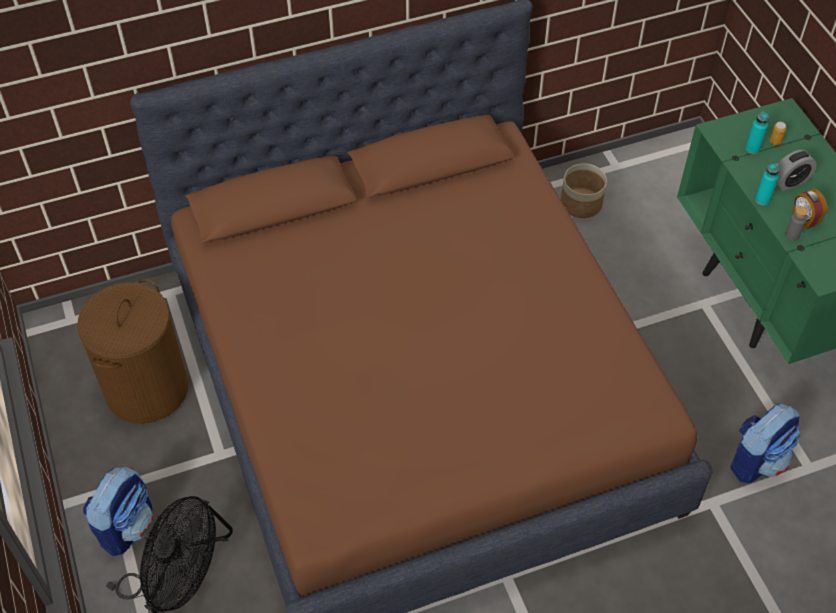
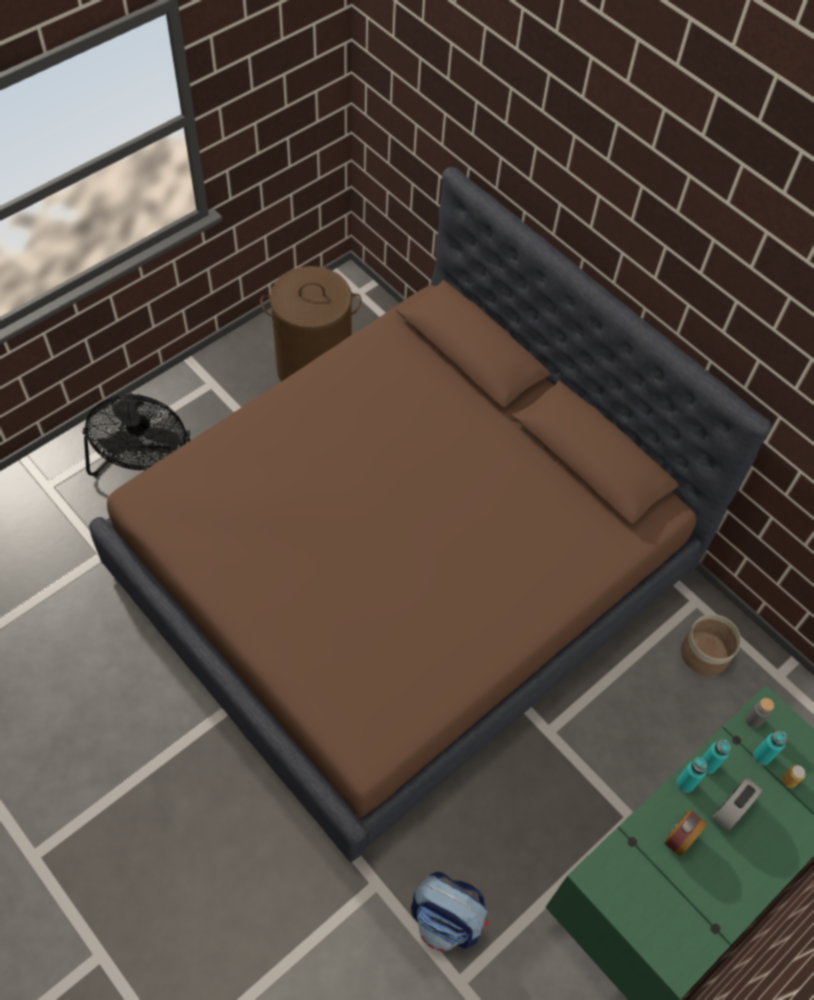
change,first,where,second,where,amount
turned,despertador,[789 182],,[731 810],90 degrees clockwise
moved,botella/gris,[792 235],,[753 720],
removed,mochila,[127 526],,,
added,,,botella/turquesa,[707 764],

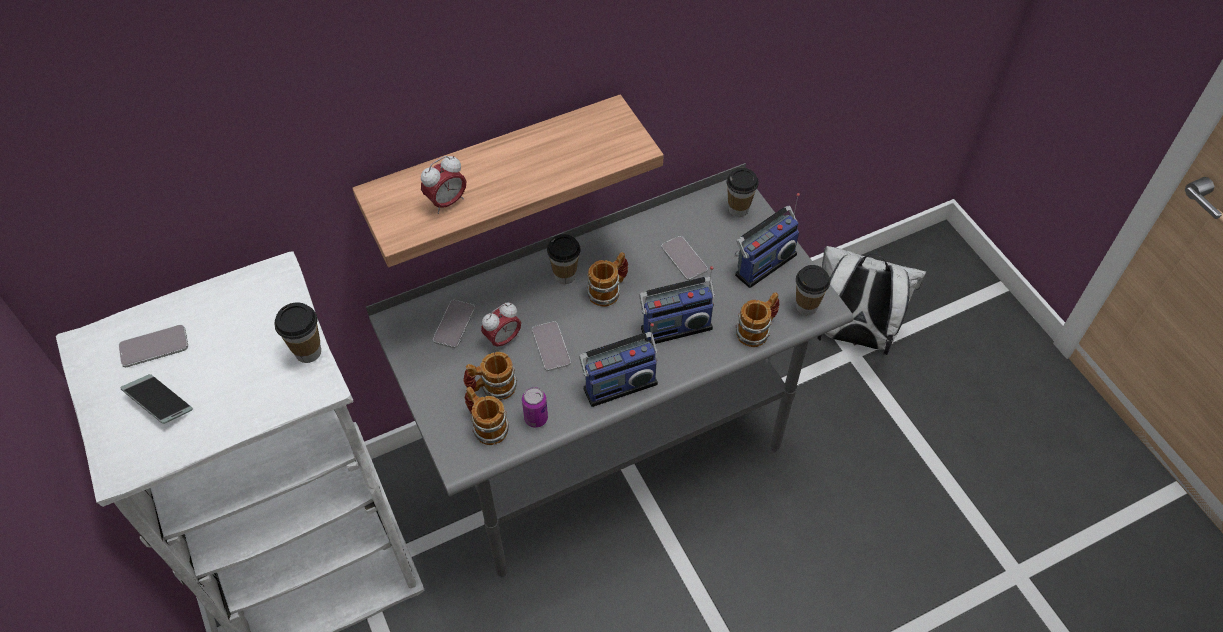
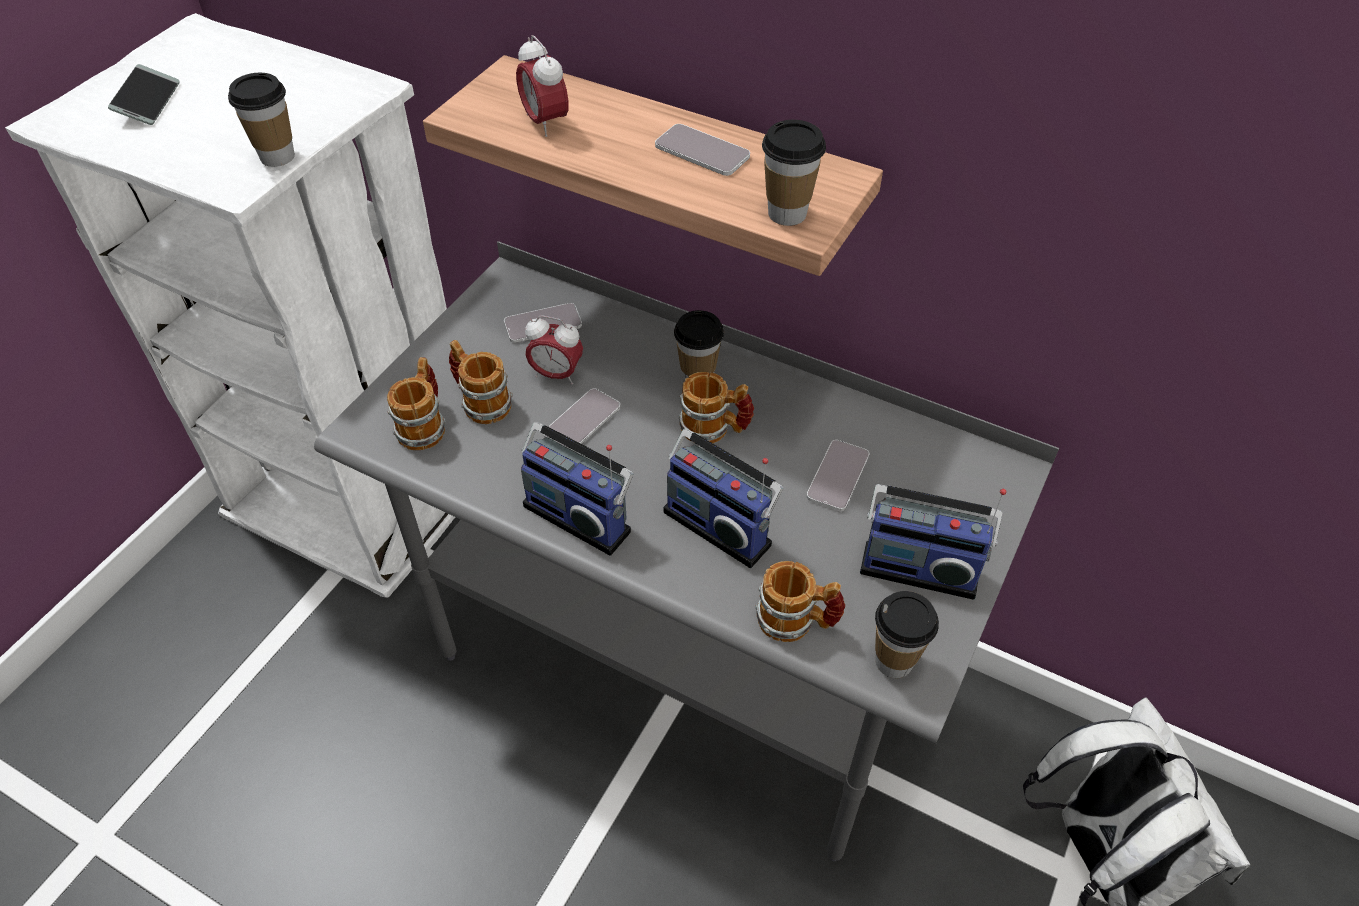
change,first,where,second,where,amount
turned,despertador,[447 202],,[545 123],45 degrees clockwise
moved,taza,[738 209],,[787 213],
moved,móvil,[154 347],,[702 151],
removed,lata,[536 418],,,

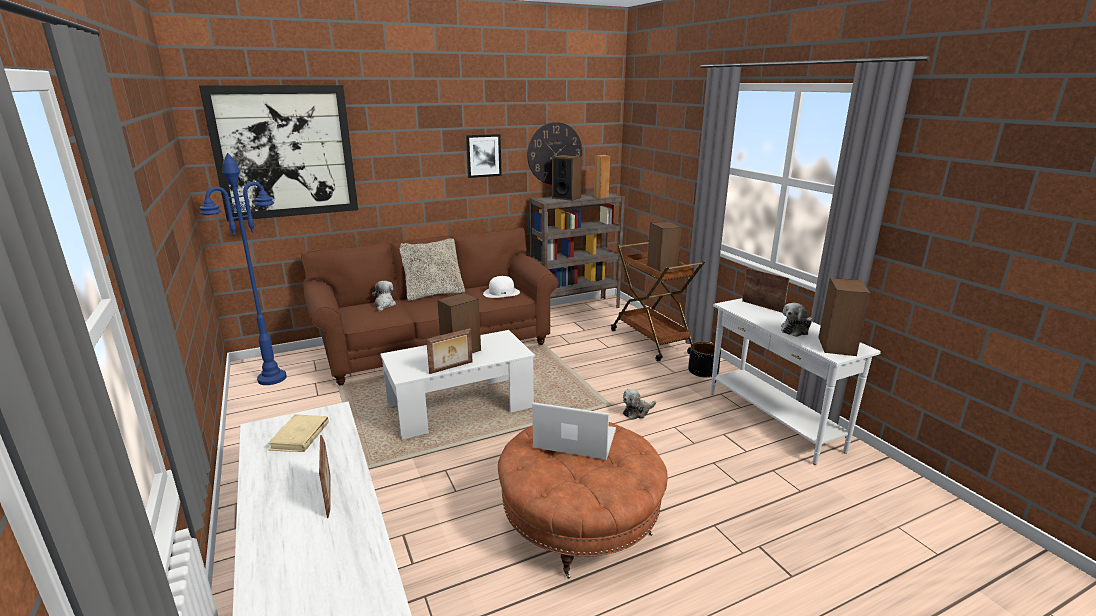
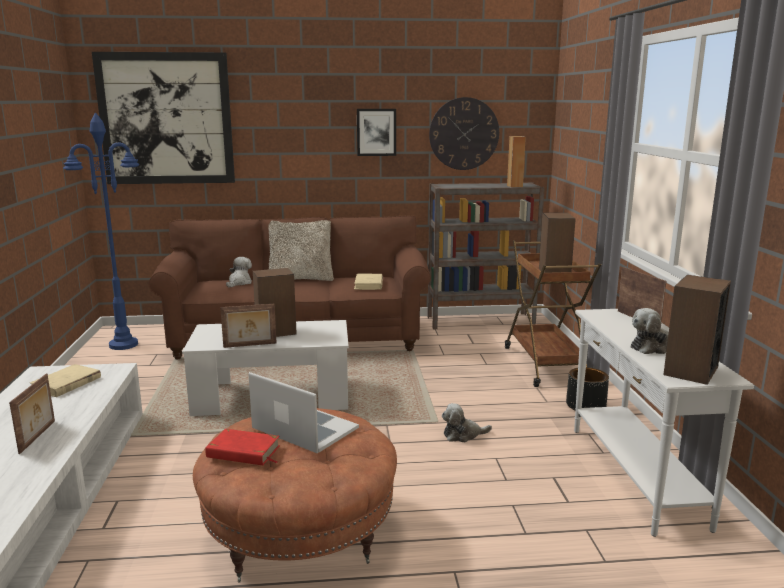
change,first,where,second,where,amount
removed,altavoz,[566 198],,,
replaced,sombrero/blanco,[501 293],libro/beis,[368 284],
added,,,libro/rojo,[243 452],

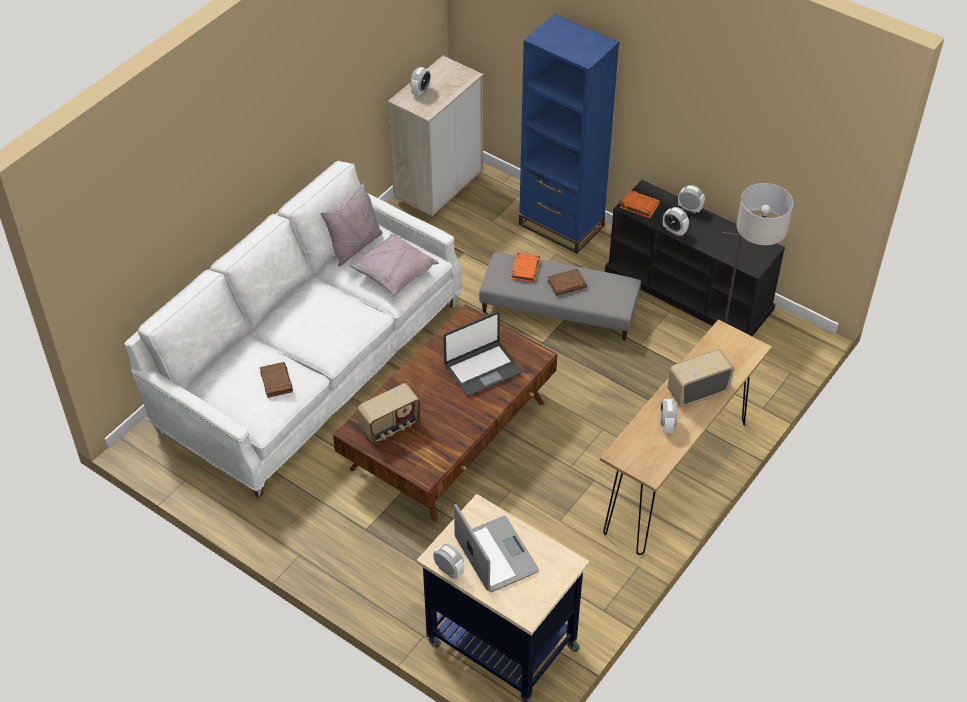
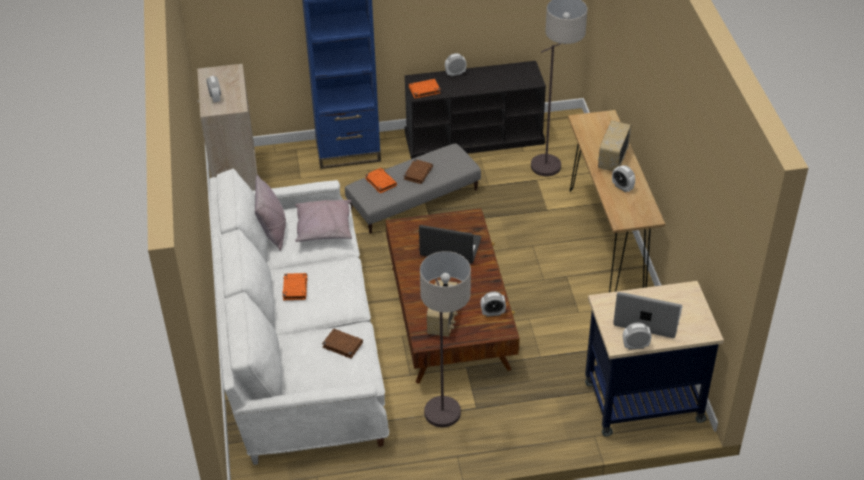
change,first,where,second,where,amount
moved,despertador,[674 231],,[493 313],
turned,portátil,[482 369],,[450 248],90 degrees counterclockwise
added,,,lámpara de pie/gris,[445 421],
added,,,libro/naranja,[295 288],

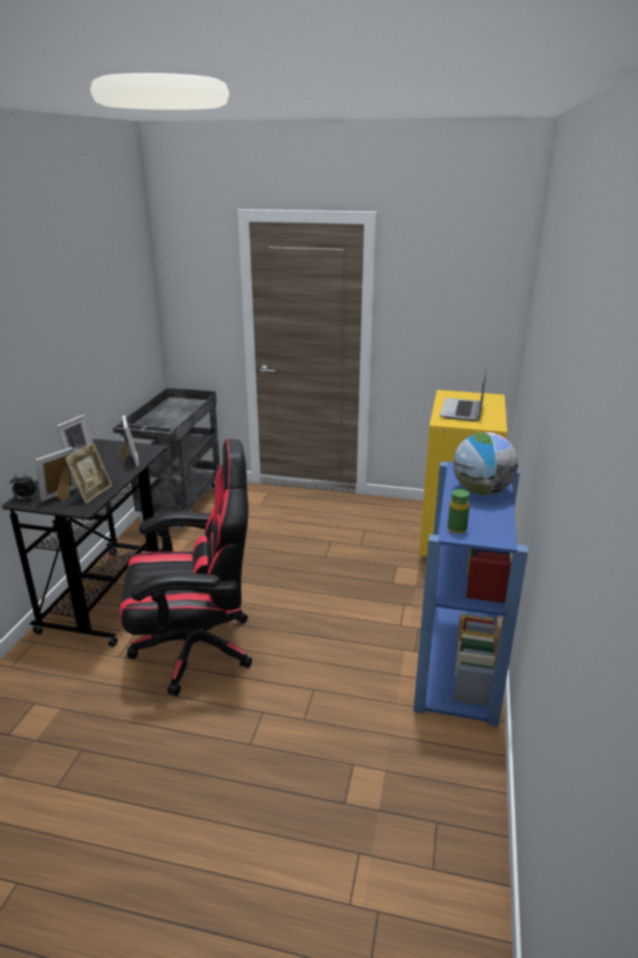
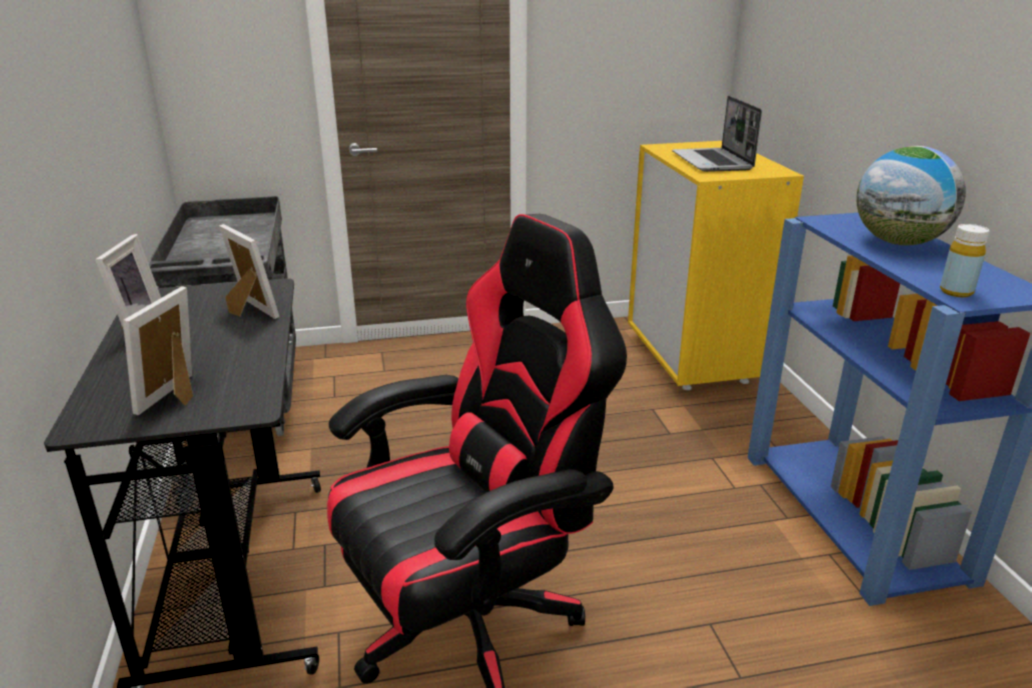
change,first,where,second,where,amount
removed,portarretratos,[93 493],,,
removed,despertador,[25 498],,,
recoloured,botella/verde,[457 529],botella/amarillo,[956 292],

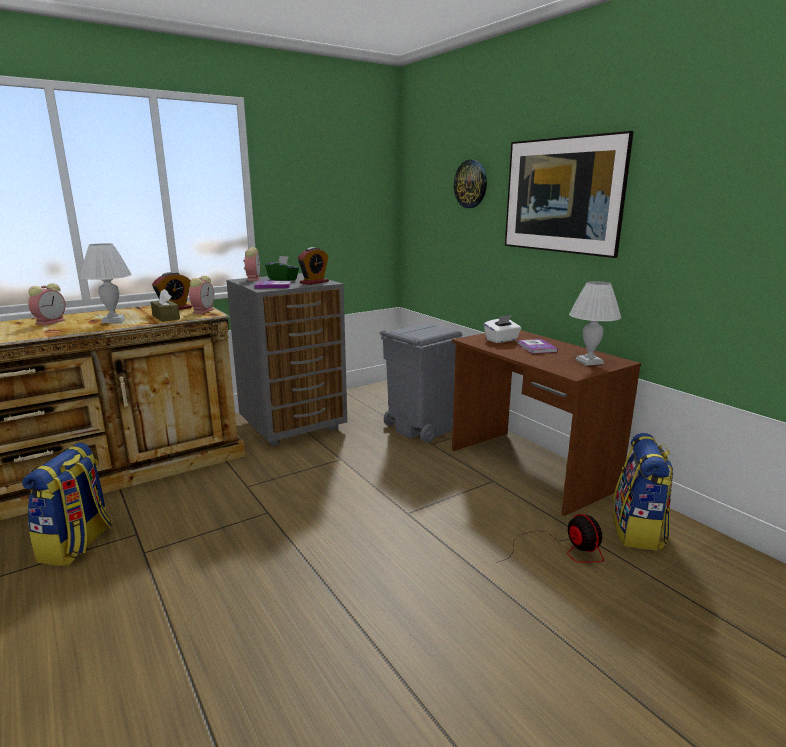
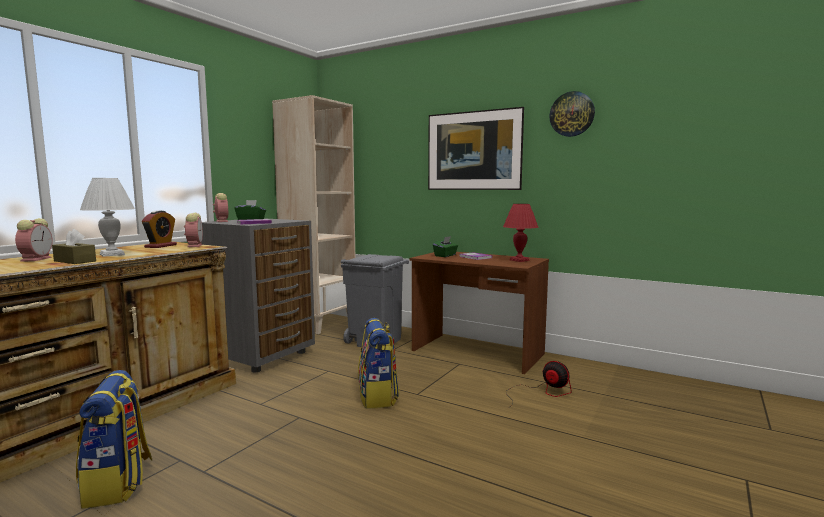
change,first,where,second,where,amount
moved,reloj de pared,[471 184],,[572 114],
removed,despertador,[314 282],,,
recoloured,lámpara de mesa/blanco,[589 362],lámpara de mesa/rojo,[519 260],
moved,caja de pañuelos/marrón,[166 317],,[75 261],
recoloured,caja de pañuelos/blanco,[501 340],caja de pañuelos/verde,[445 255],
moved,mochila,[638 531],,[378 397],
added,,,estantería/beis,[320 323],

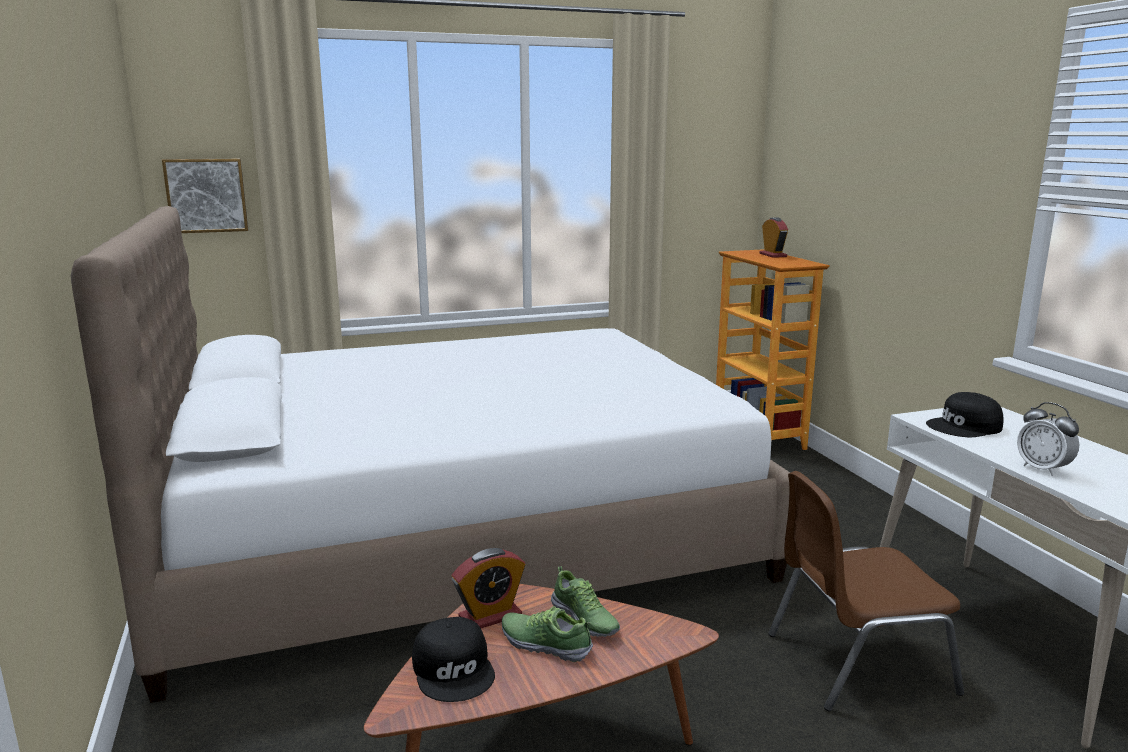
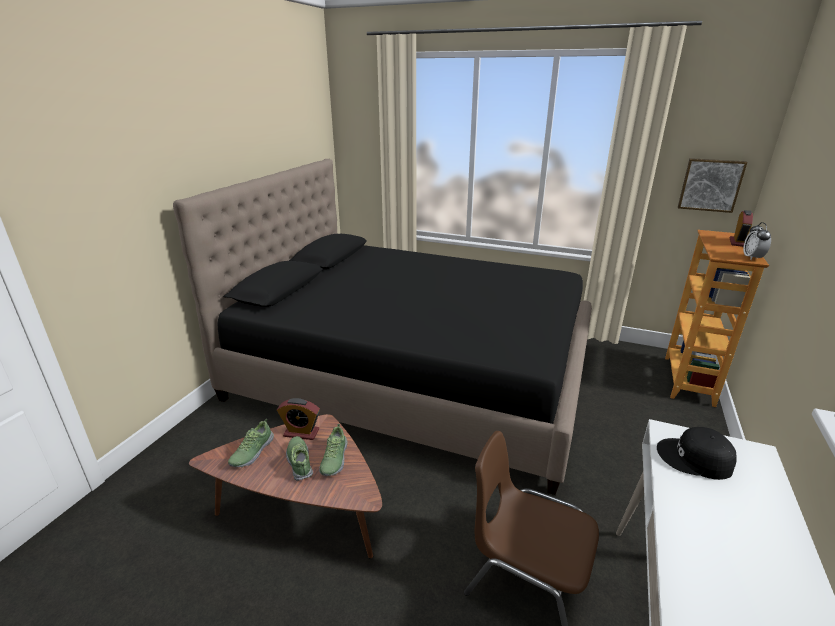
change,first,where,second,where,amount
moved,cuadro,[206 195],,[710 185],
recoloured,cama/blanco,[457 534],cama/negro,[413 374],
moved,despertador,[1043 469],,[752 258],
replaced,gorra/negro,[454 669],zapato,[252 452],

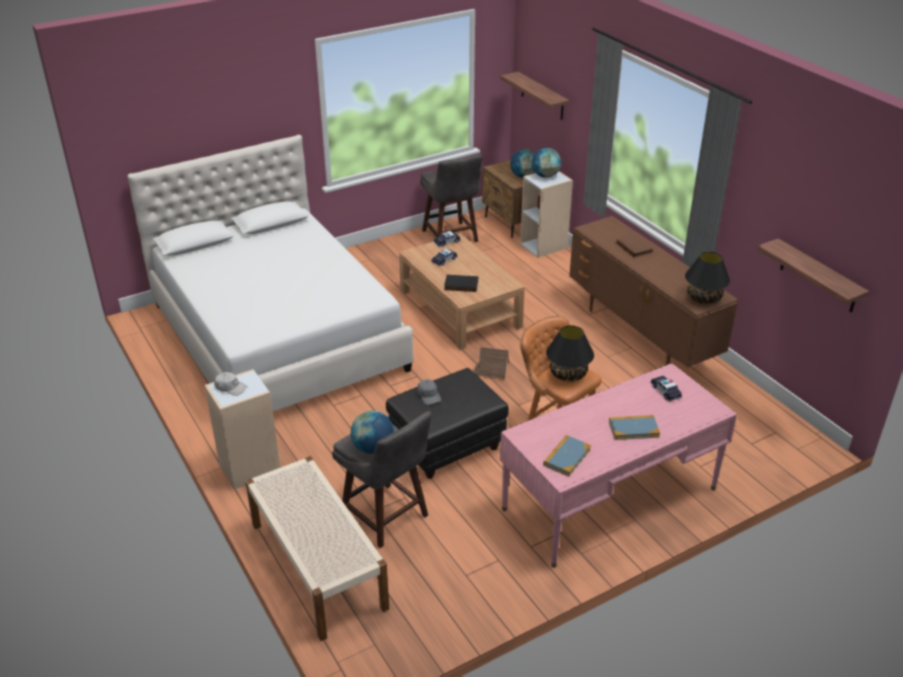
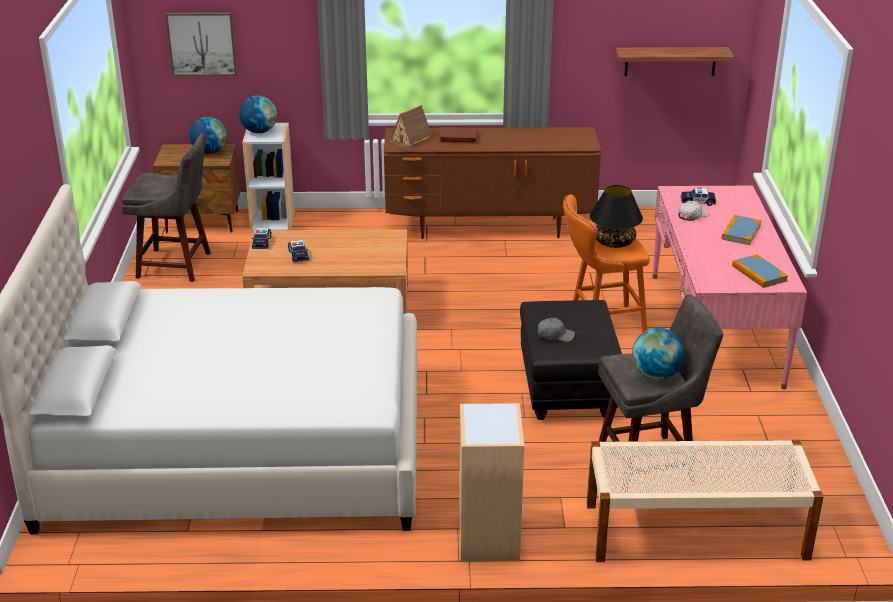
change,first,where,second,where,amount
replaced,estante,[542 96],cuadro,[202 43],
removed,lámpara de mesa/negro,[704 298],,,
removed,libro/negro,[461 286],,,
moved,casita,[491 370],,[409 139],
moved,gorra/blanco,[230 387],,[692 216],

